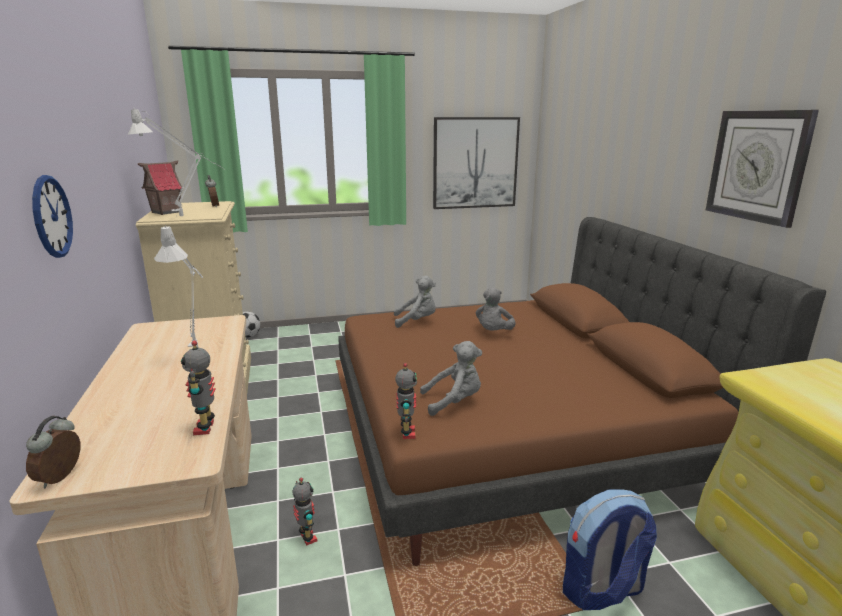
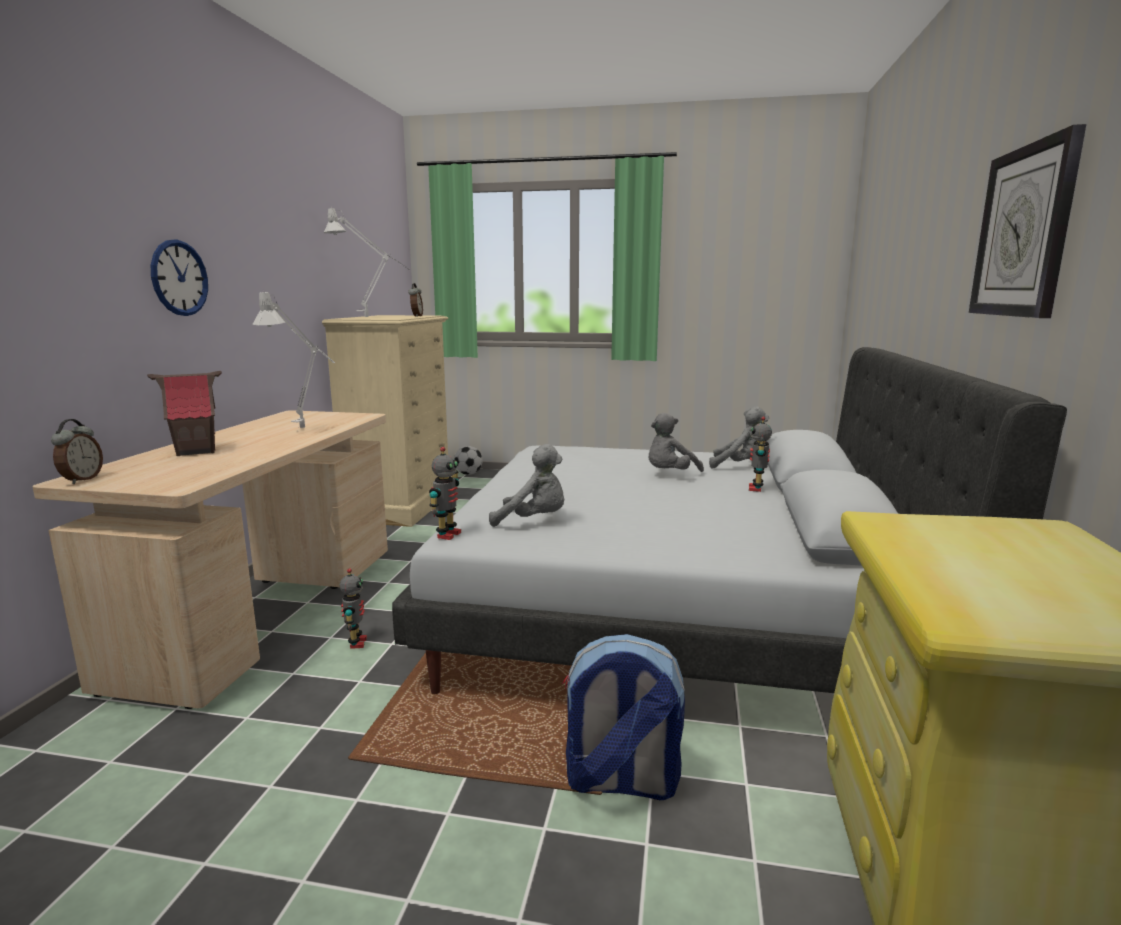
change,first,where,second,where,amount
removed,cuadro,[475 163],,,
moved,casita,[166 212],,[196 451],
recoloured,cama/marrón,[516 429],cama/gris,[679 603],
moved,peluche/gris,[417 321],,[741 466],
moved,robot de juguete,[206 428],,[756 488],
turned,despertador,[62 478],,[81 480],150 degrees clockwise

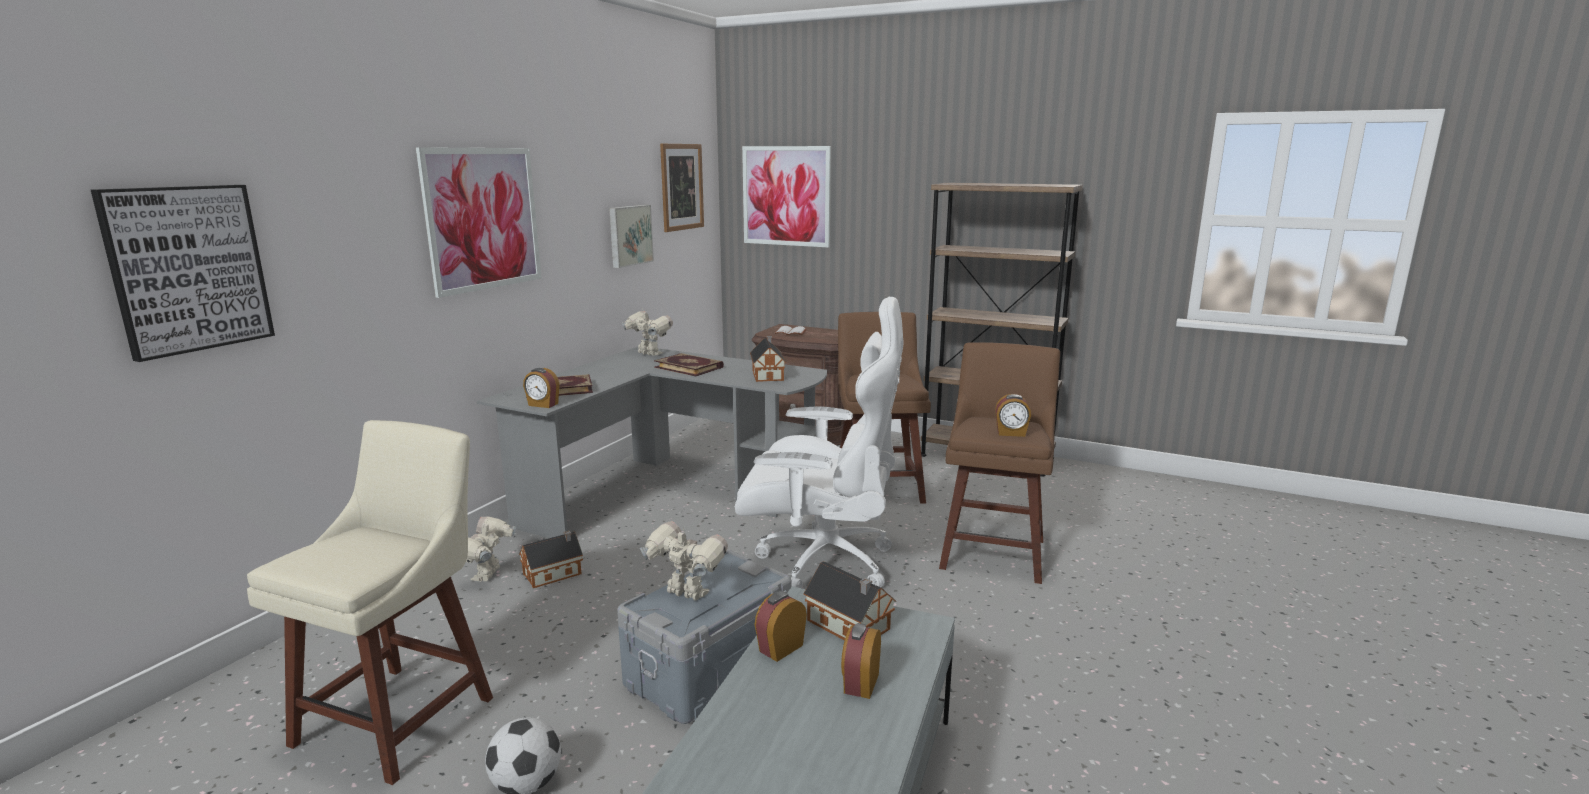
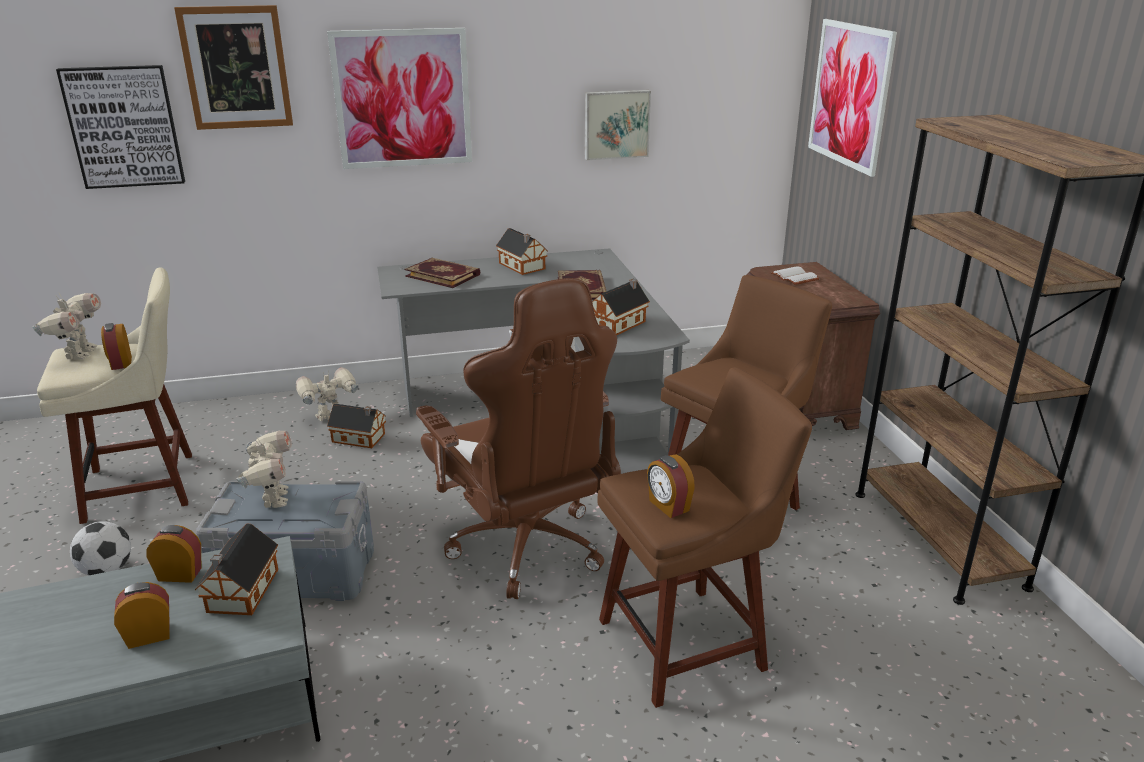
change,first,where,second,where,amount
moved,cuadro,[681 187],,[236 68],
recoloured,silla de oficina/blanco,[817 562],silla de oficina/marrón,[522 542],
moved,robot de juguete,[649 354],,[79 354],
moved,despertador,[543 405],,[120 363],
added,,,casita,[522 266],

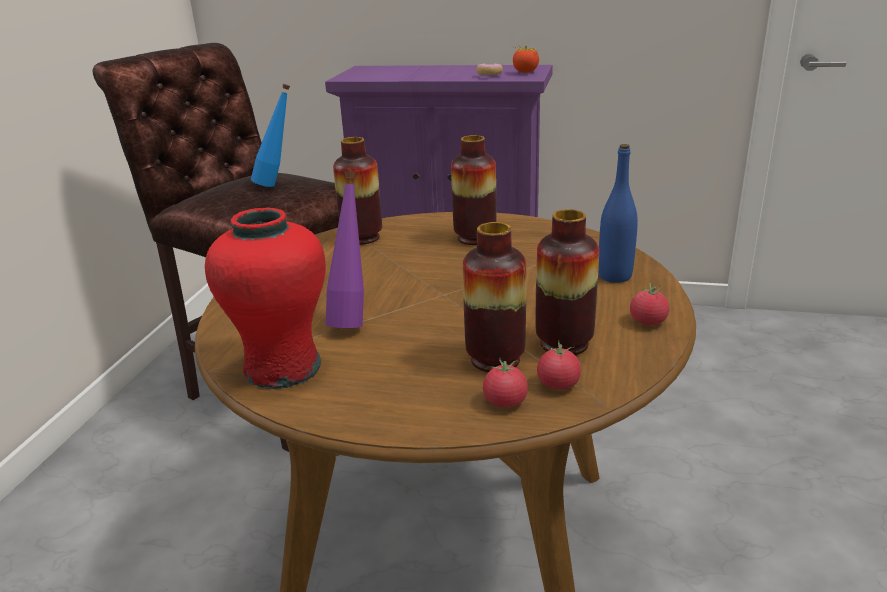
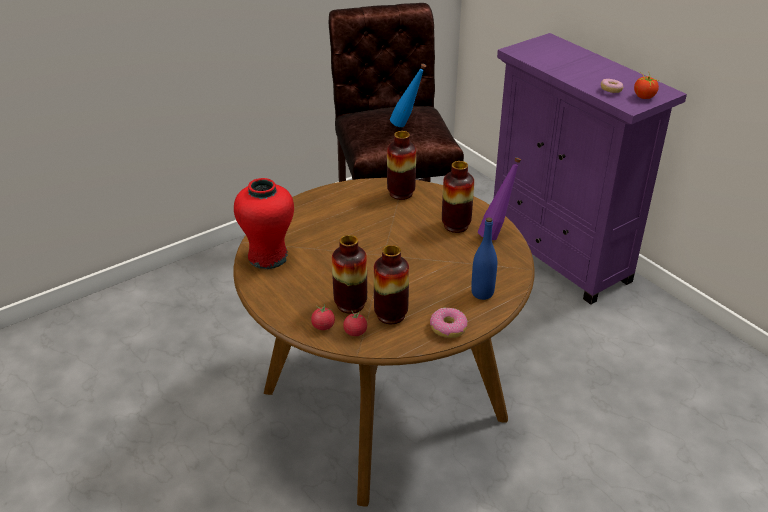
change,first,where,second,where,amount
moved,botella/morado,[352 320],,[496 234],
replaced,tomate,[648 322],rosquilla,[448 328],

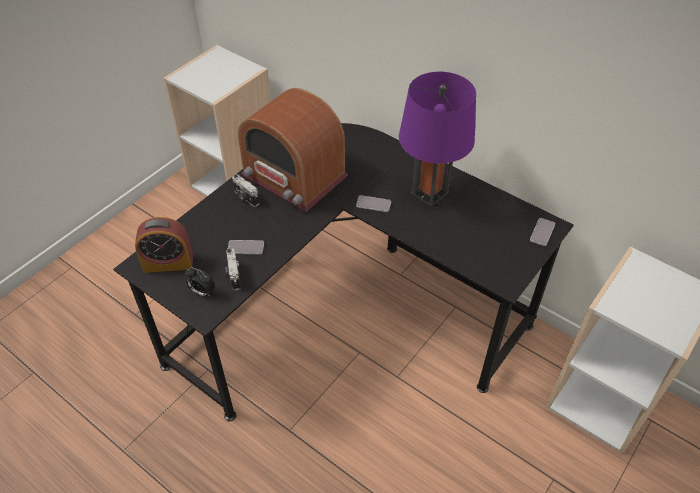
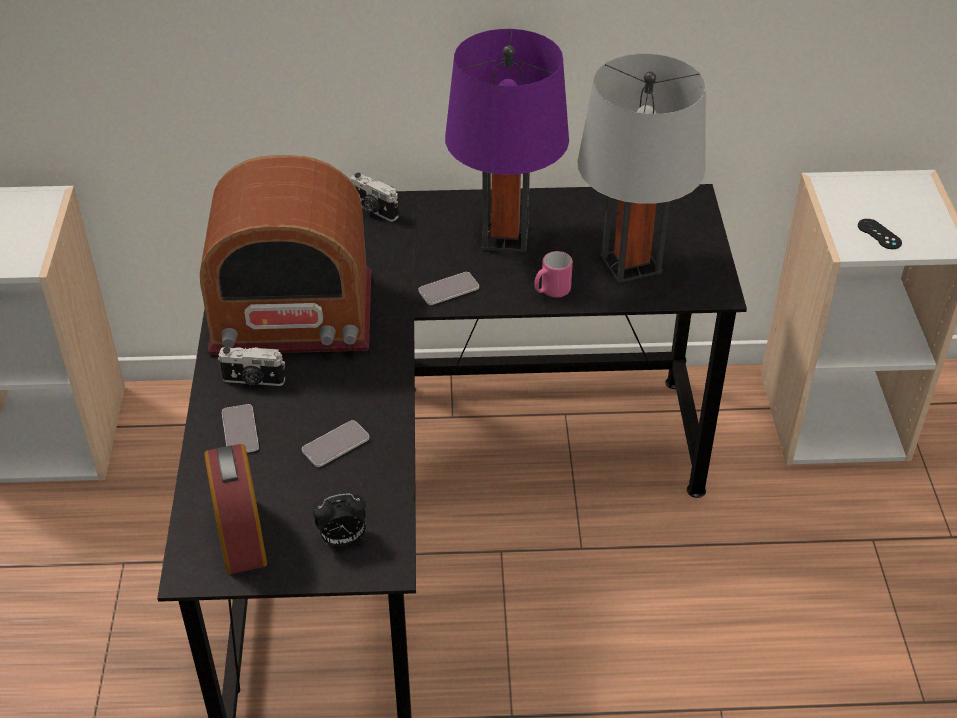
change,first,where,second,where,amount
turned,despertador,[168 263],,[240 535],60 degrees counterclockwise
moved,móvil,[542 232],,[240 430],
moved,cámara,[233 276],,[374 210],
added,,,lámpara de mesa/gris,[630 264],
added,,,mando de consola/negro,[879 234],
added,,,taza grande/rosa,[551 291],

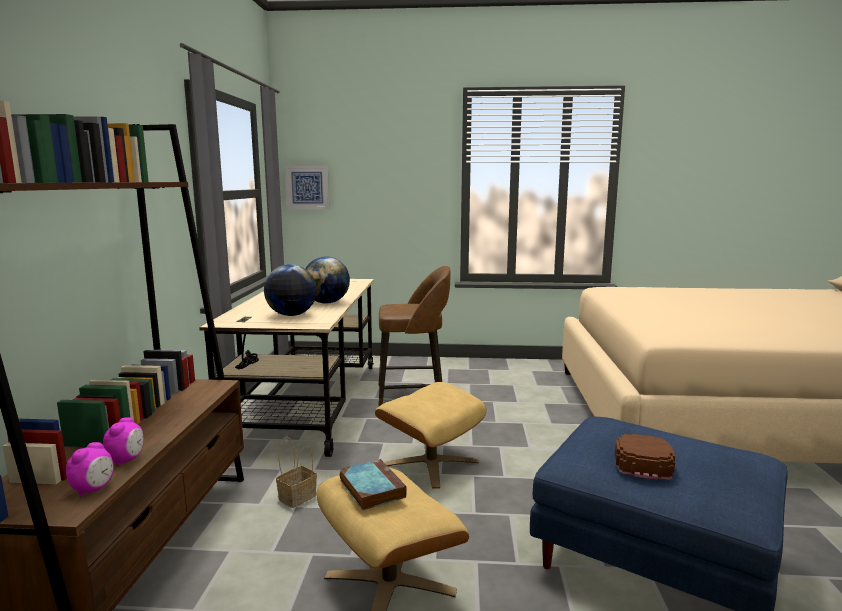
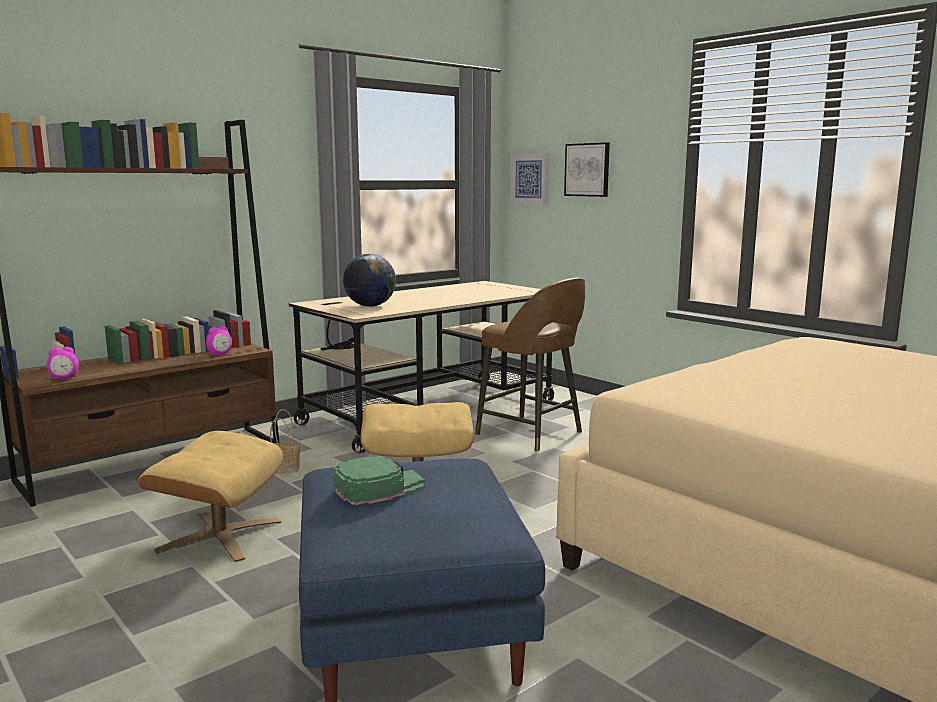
change,first,where,second,where,amount
removed,globo terráqueo,[327 303],,,
moved,despertador,[126 460],,[220 354],
recoloured,gorra/marrón,[641 460],gorra/verde,[379 487],
removed,libro,[370 488],,,
added,,,cuadro,[587 170],

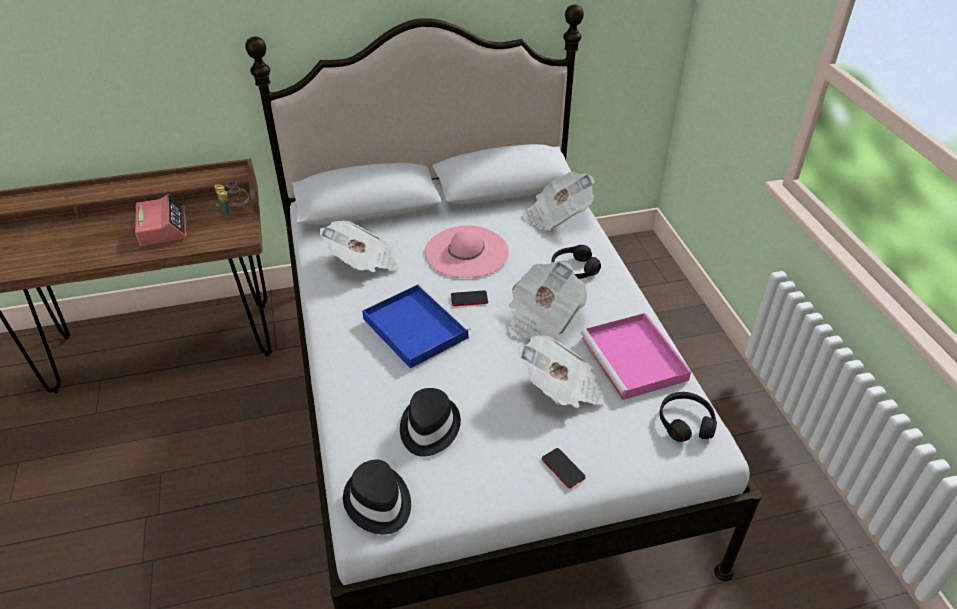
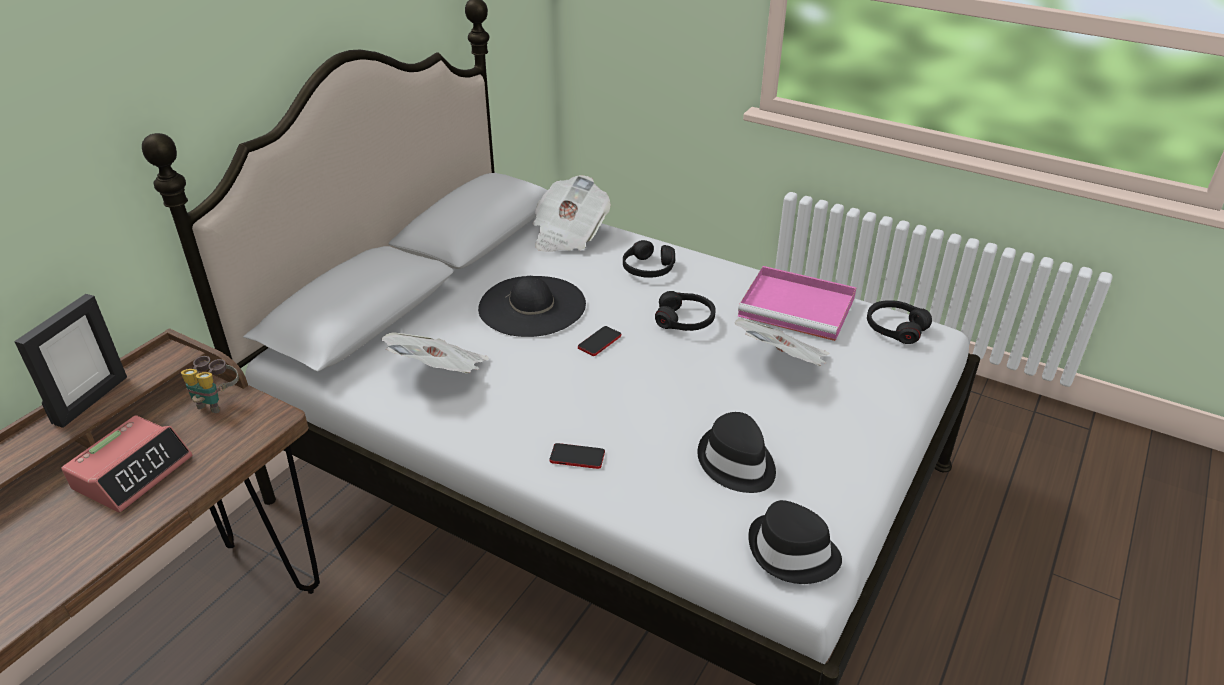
change,first,where,second,where,amount
turned,despertador,[163 227],,[133 472],90 degrees clockwise
recoloured,sombrero/rosa,[466 252],sombrero/negro,[532 306],
replaced,periódico,[542 318],auriculares/negro,[685 320],
removed,bandeja/azul,[413 327],,,
moved,móvil,[563 468],,[577 457],
added,,,portarretratos,[90 400],

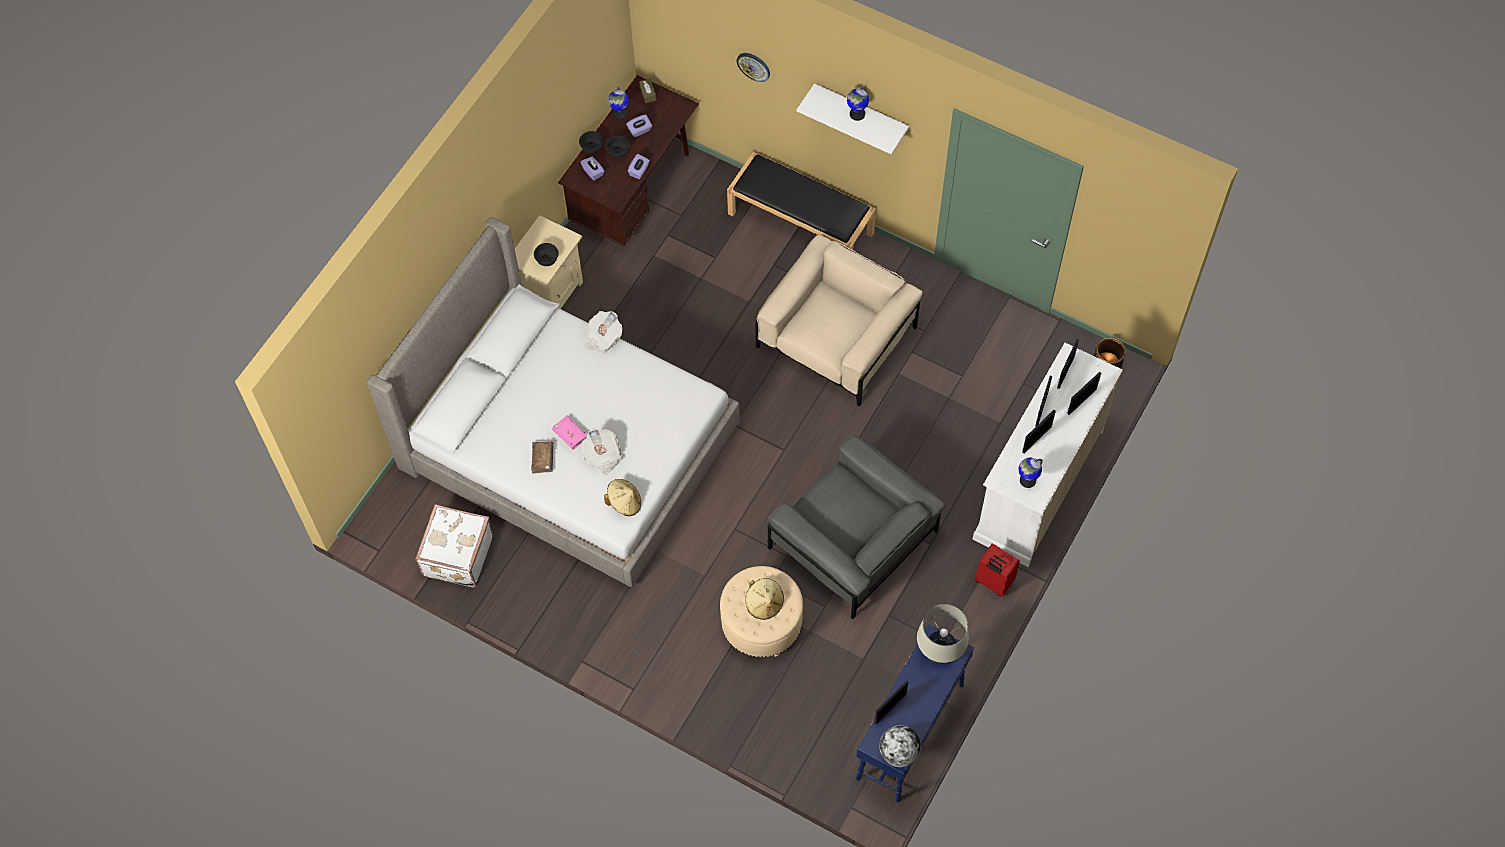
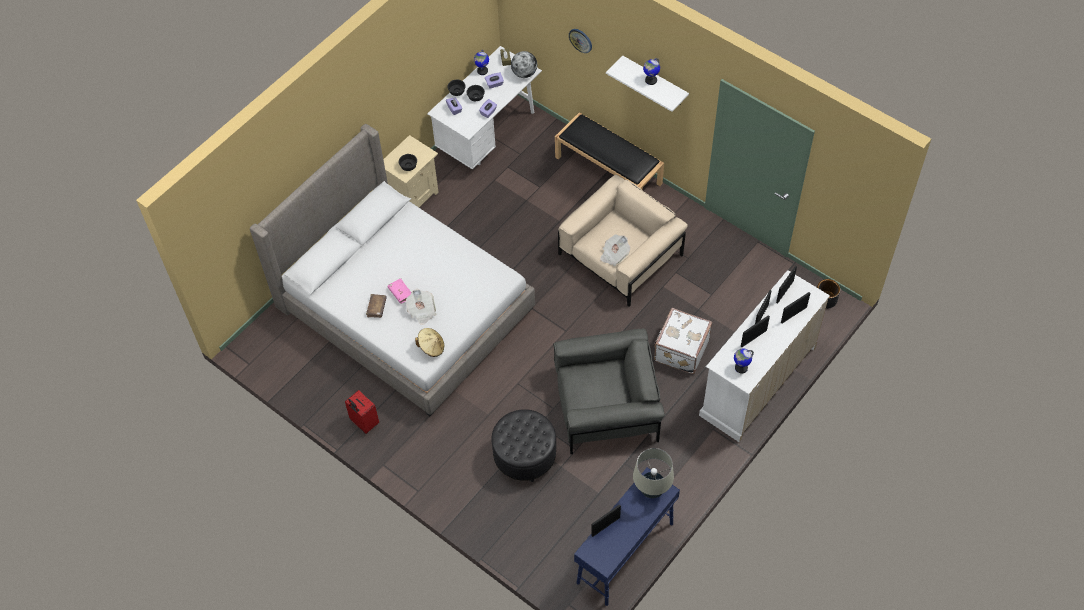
change,first,where,second,where,amount
recoloured,escritorio/marrón,[634 193],escritorio/blanco,[488 134],
moved,periódico,[602 337],,[614 255],
turned,sillón/gris,[853 540],,[606 403],60 degrees counterclockwise
moved,maleta/blanco,[456 556],,[680 350],
moved,maleta/rojo,[993 582],,[364 423],
recoloured,puf/beis,[761 624],puf/negro,[525 456],
removed,sombrero/beis,[764 603],,,
moved,globo terráqueo,[899 753],,[524 73],

